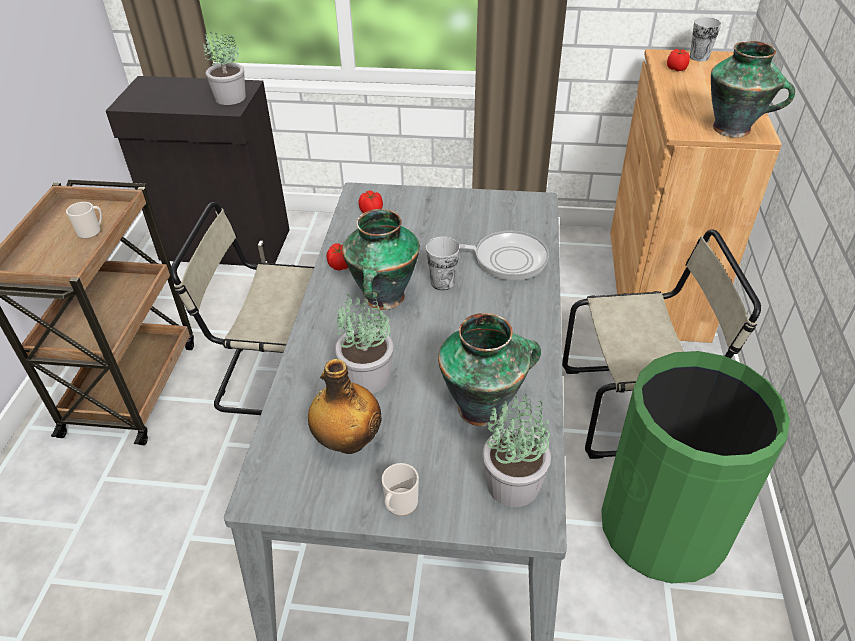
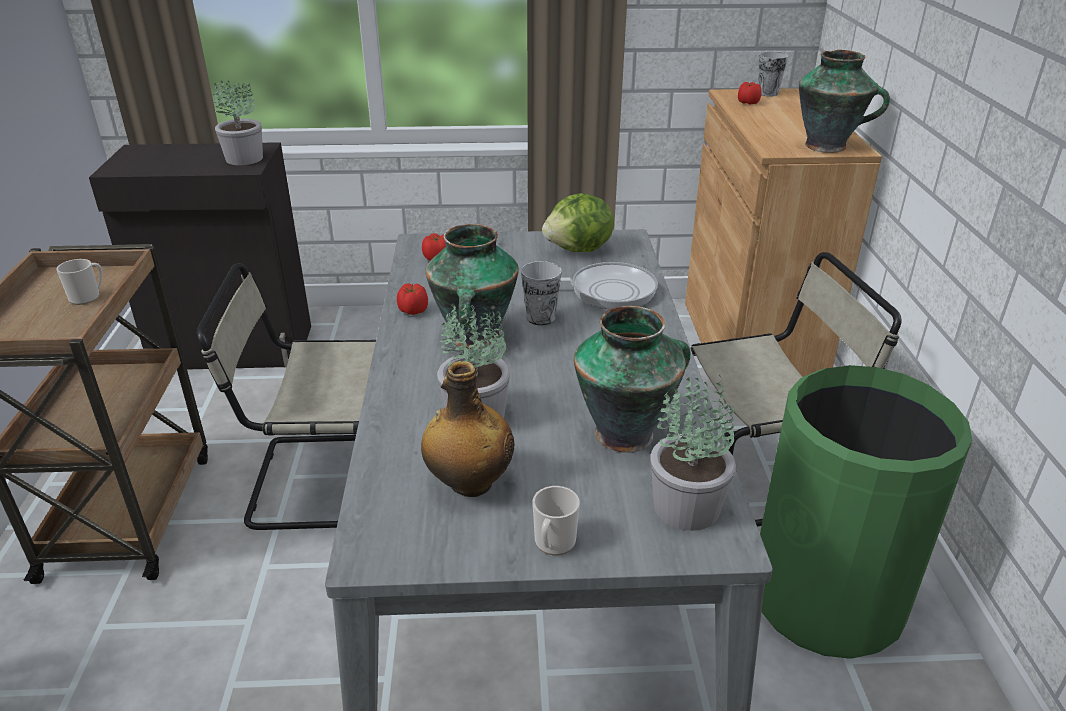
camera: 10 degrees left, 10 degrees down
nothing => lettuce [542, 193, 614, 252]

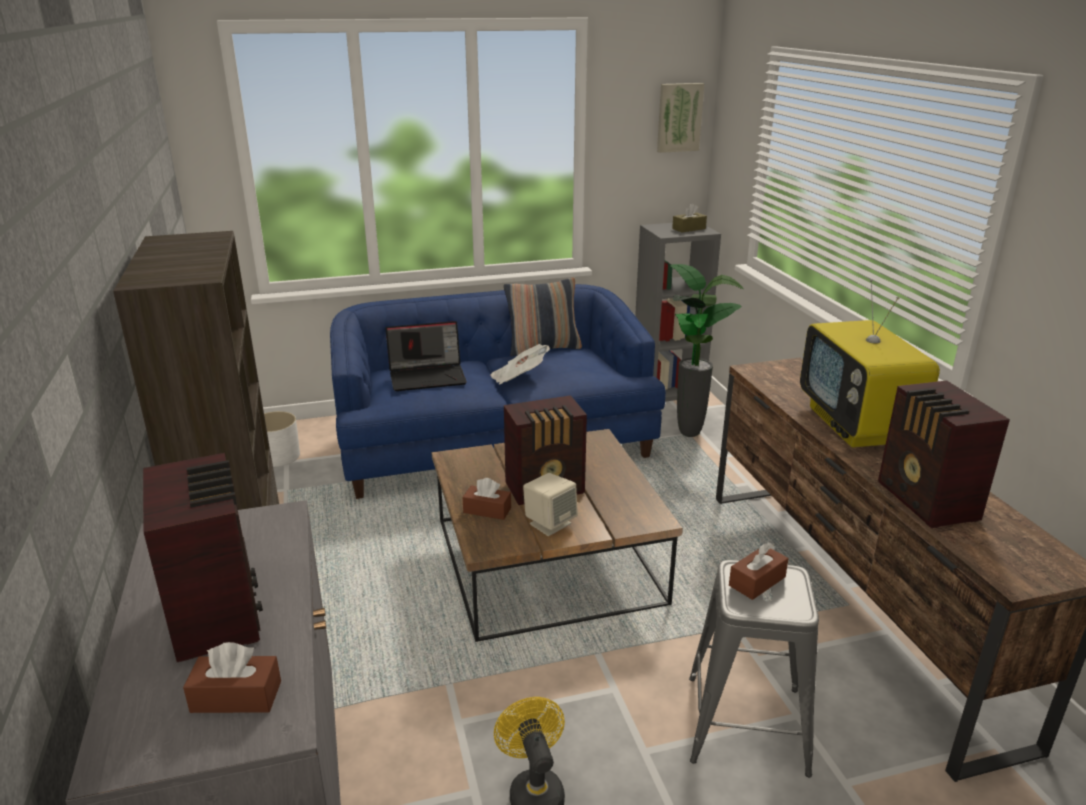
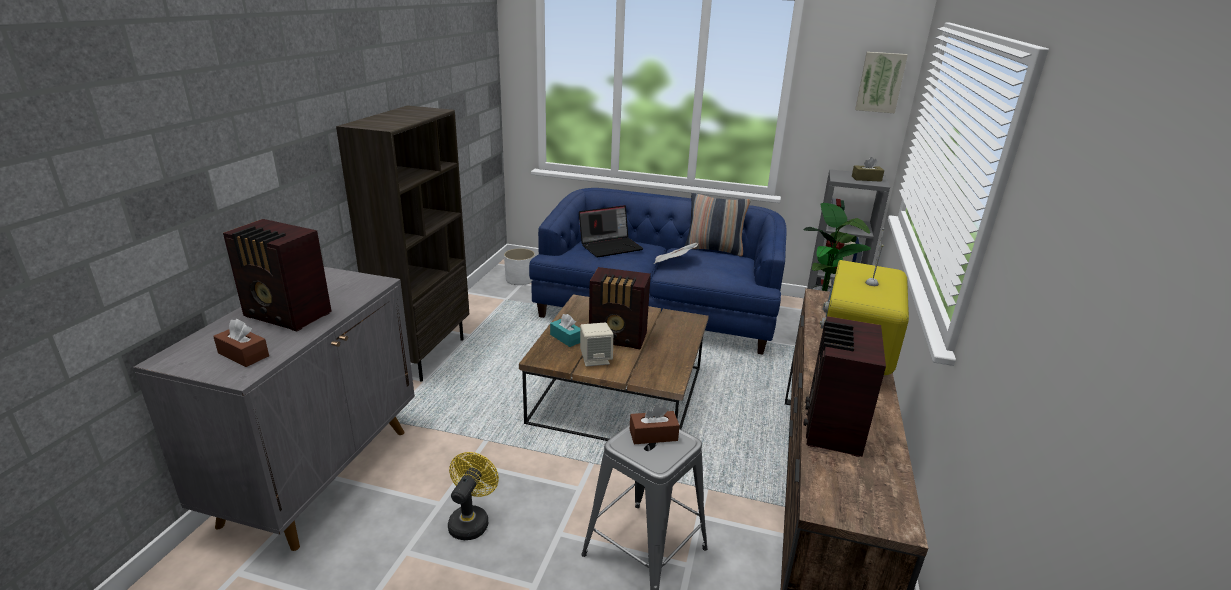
camera: 30 degrees right, 0 degrees up
radio [143, 453, 263, 662] => radio [223, 219, 332, 331], 105 degrees clockwise
brown tissue box [463, 478, 511, 520] => turquoise tissue box [550, 314, 580, 347]
laptop [385, 321, 467, 391] => laptop [579, 205, 644, 257], 45 degrees counterclockwise

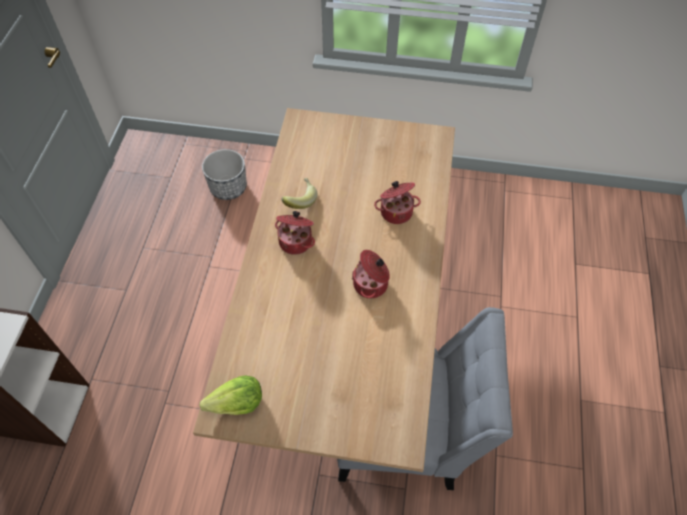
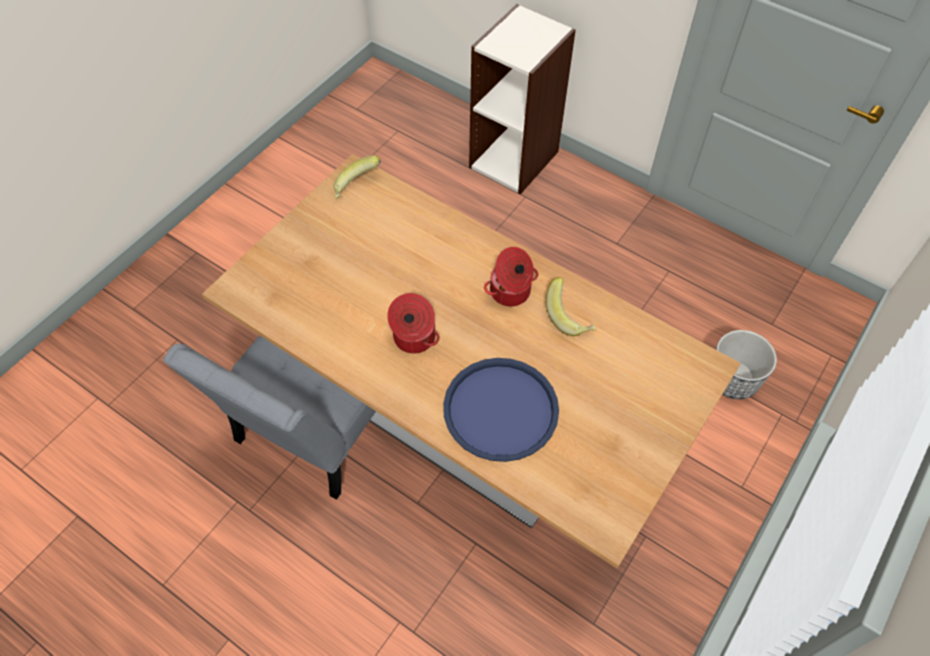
camera: 115 degrees right, 0 degrees up
lettuce [200, 375, 262, 415] => banana [334, 155, 381, 198]
cooking pot [374, 181, 421, 224] => blue tray [443, 358, 559, 462]

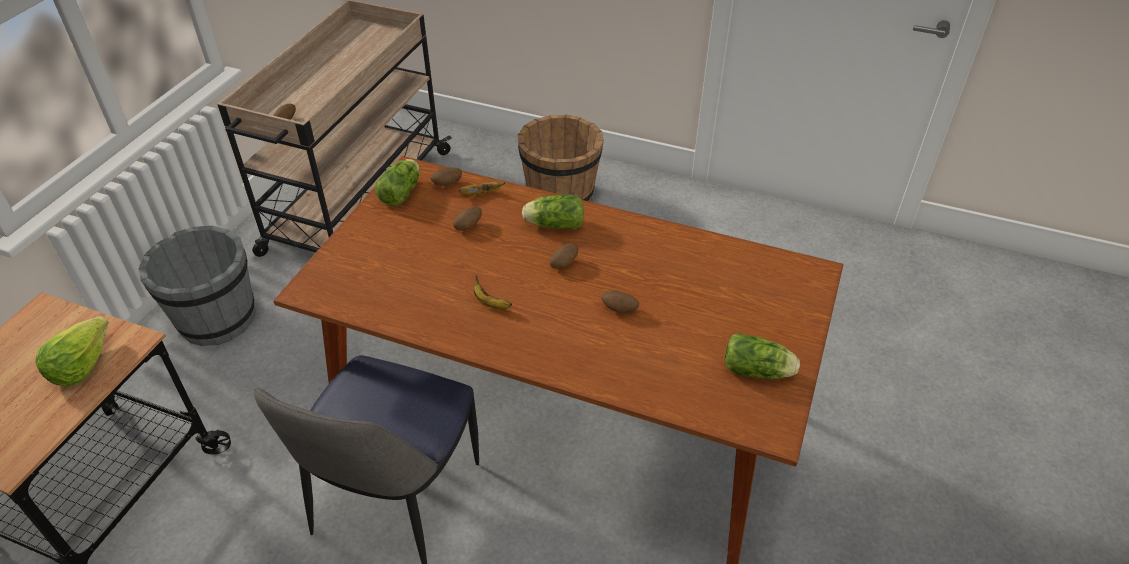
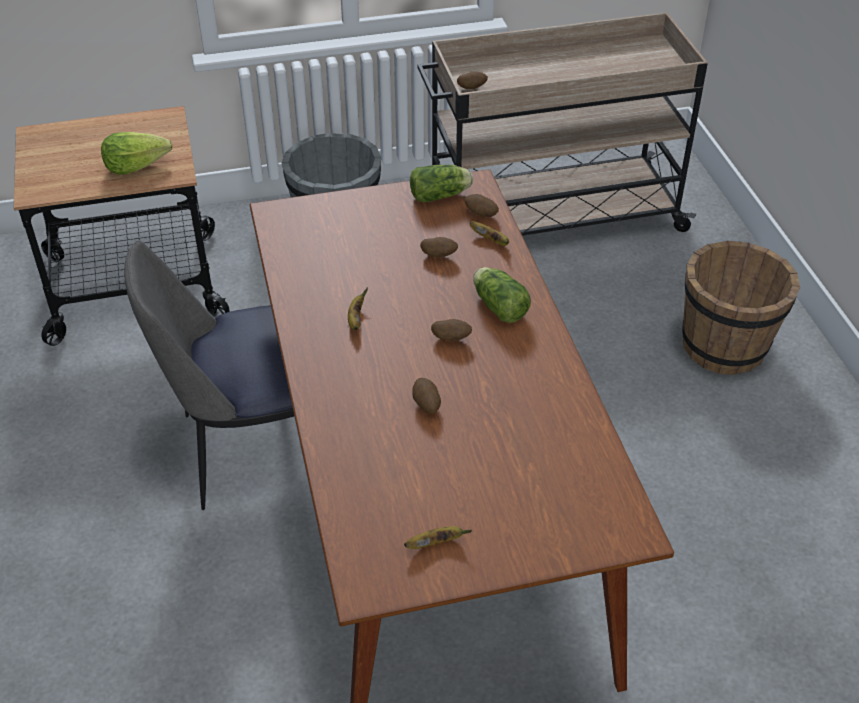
camera: 55 degrees right, 0 degrees up
lettuce [725, 333, 800, 379] => banana [404, 526, 472, 549]

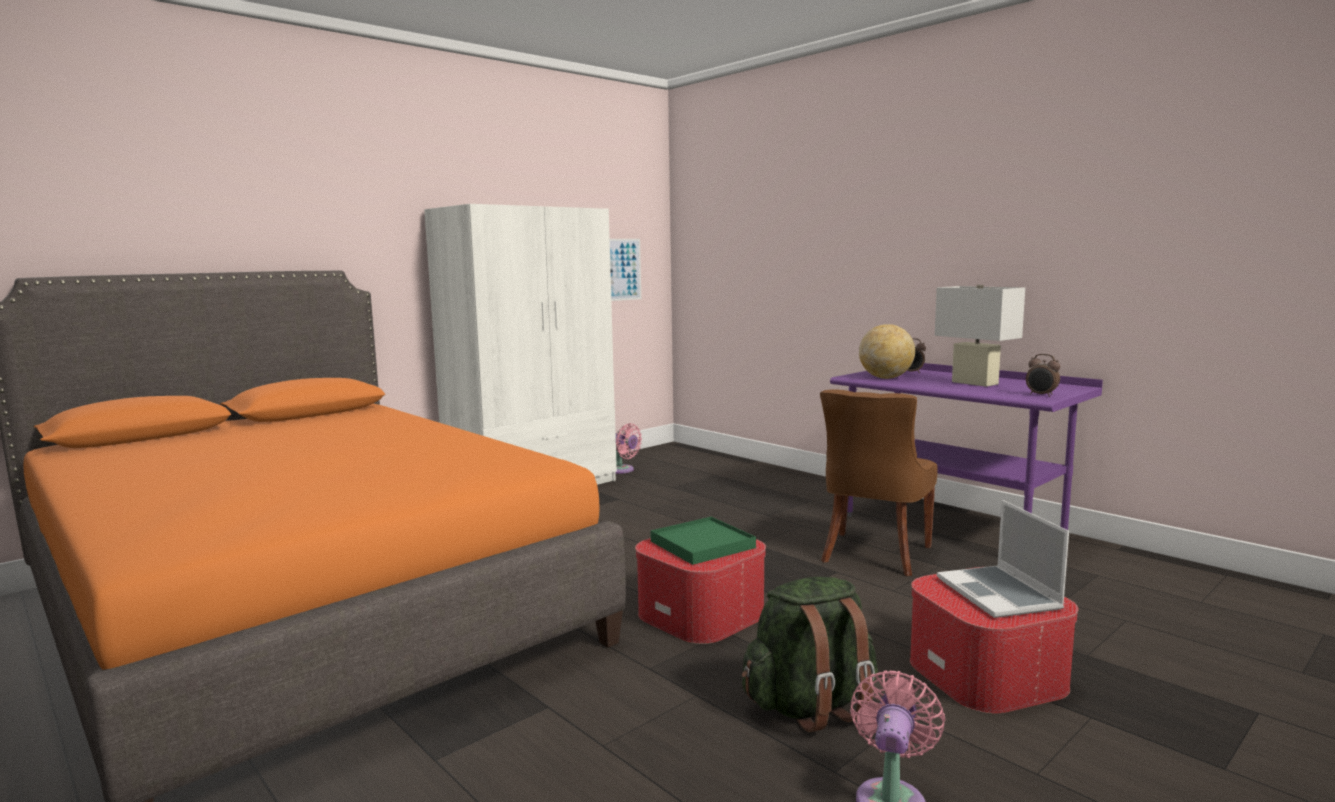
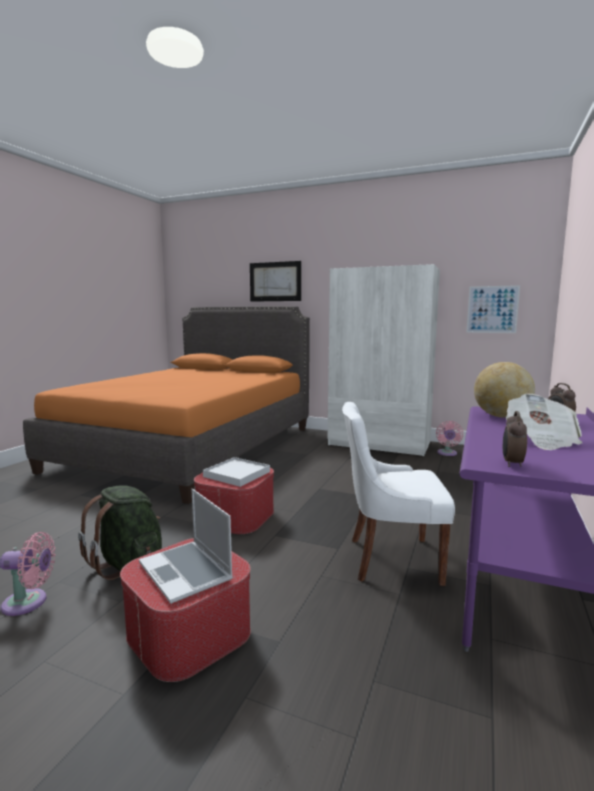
camera: 65 degrees right, 0 degrees up
laptop [937, 500, 1069, 618] => laptop [139, 489, 233, 604], 90 degrees counterclockwise
green tray [651, 517, 756, 565] => white tray [203, 457, 270, 487]
nothing => picture [250, 261, 301, 302]
brown chair [820, 389, 938, 576] => white chair [342, 402, 455, 586]
white table lamp [935, 285, 1025, 387] => newspaper [506, 394, 582, 450]

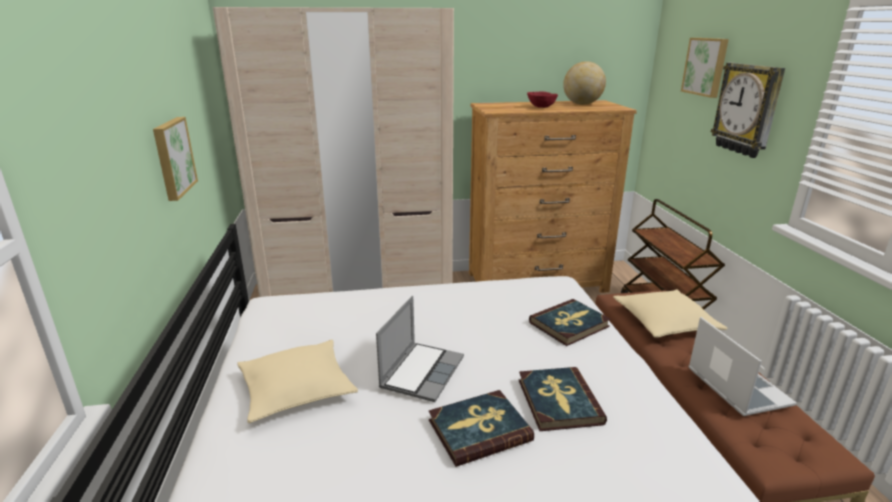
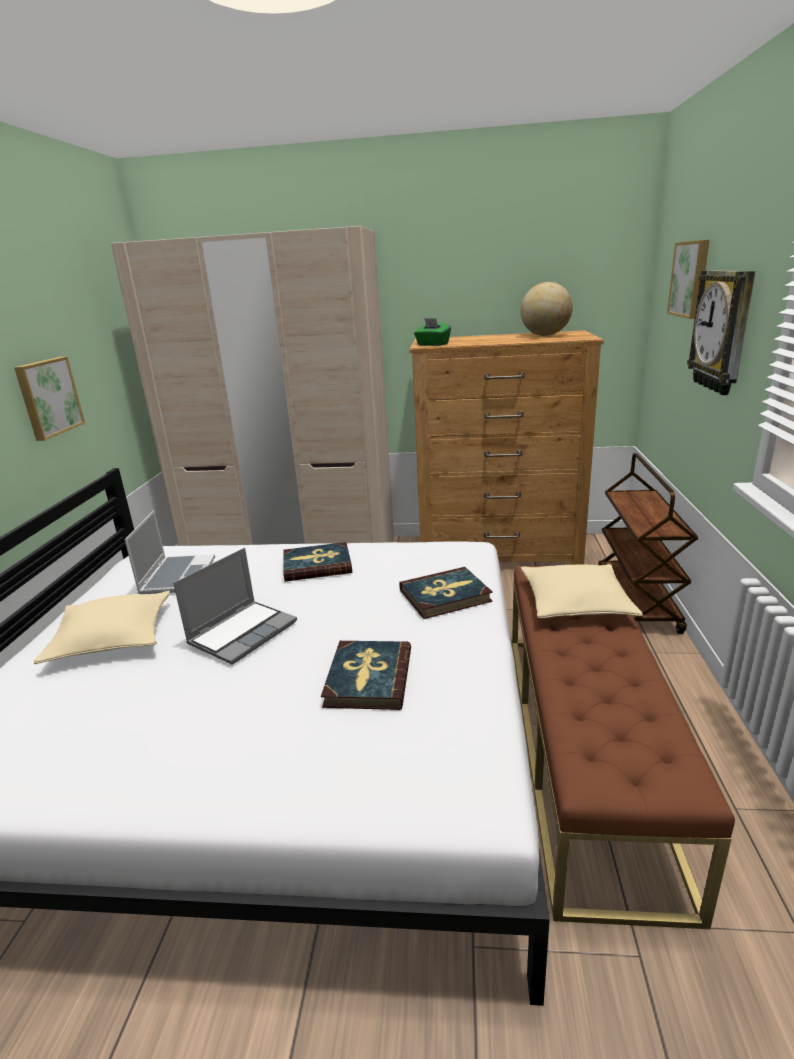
camera: 15 degrees right, 0 degrees up
laptop [688, 317, 797, 416] => laptop [125, 510, 215, 594], moved
book [428, 390, 534, 467] => book [283, 542, 352, 582], moved
nothing => green tissue box [414, 318, 451, 346]
red bowl [527, 91, 558, 108] => nothing

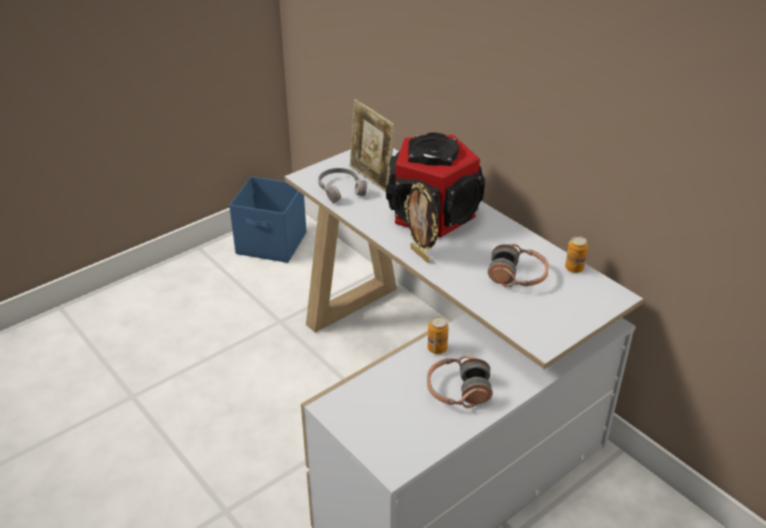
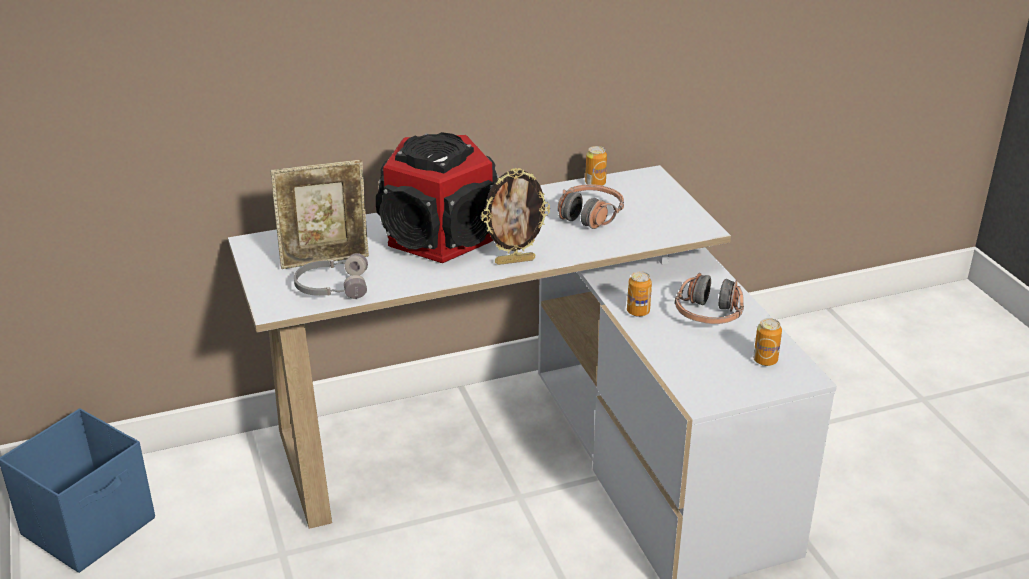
camera: 70 degrees left, 5 degrees down
nothing => can [753, 318, 782, 366]

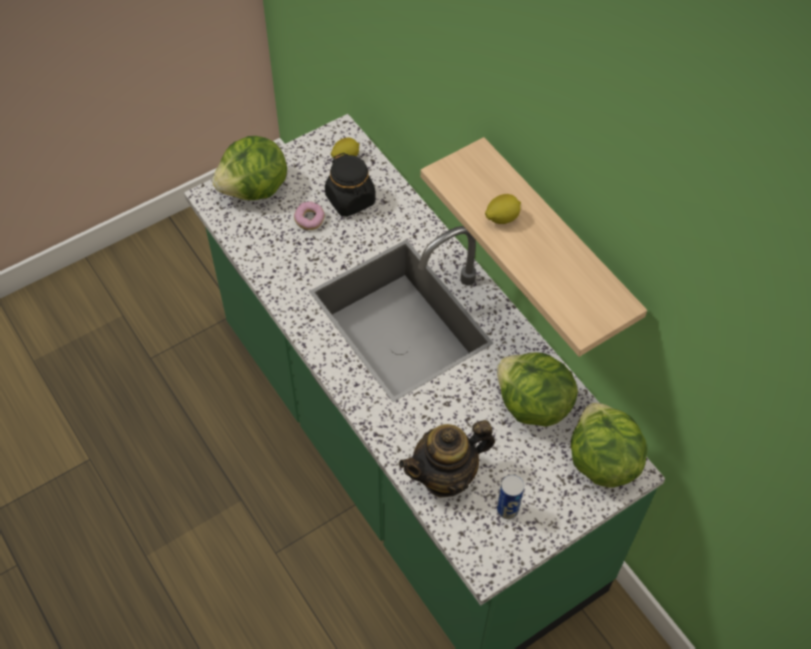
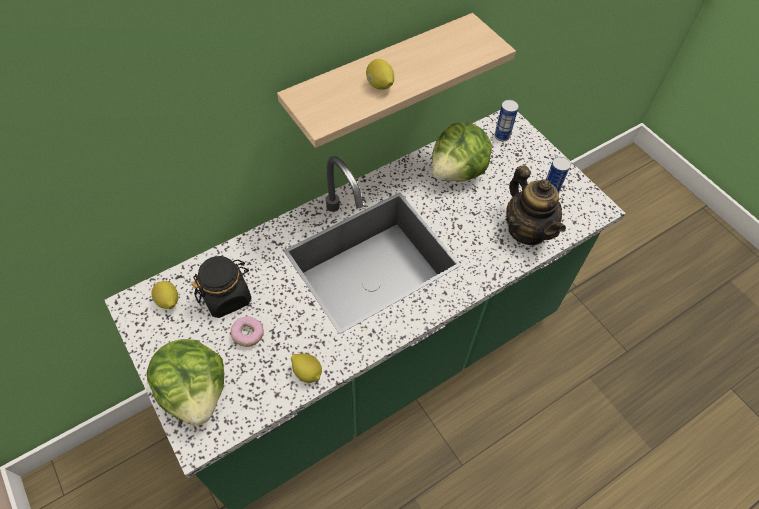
camera: 90 degrees left, 0 degrees up
nothing => lemon [291, 354, 322, 383]
lettuce [571, 402, 647, 487] => can [494, 100, 519, 142]

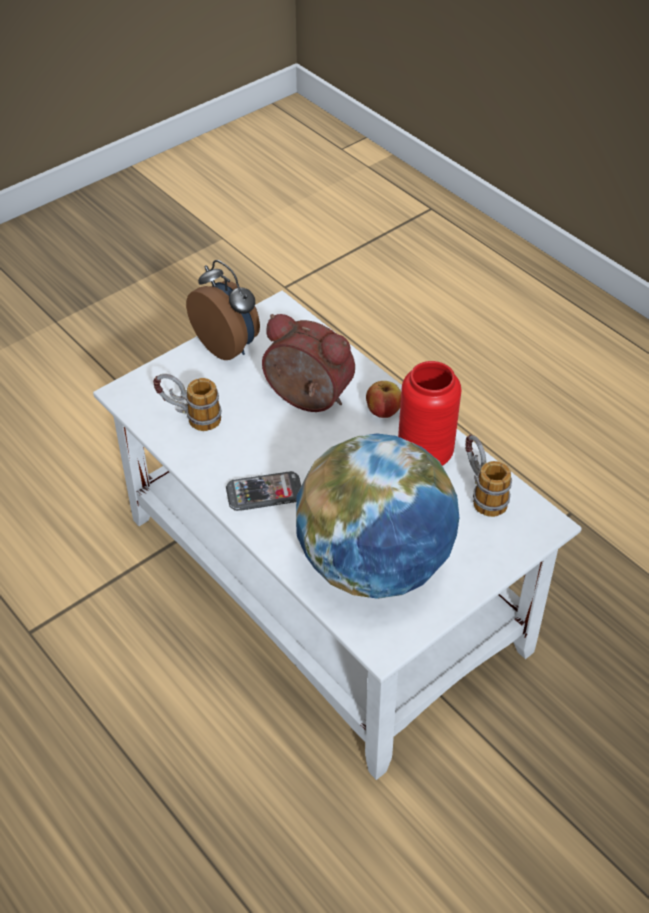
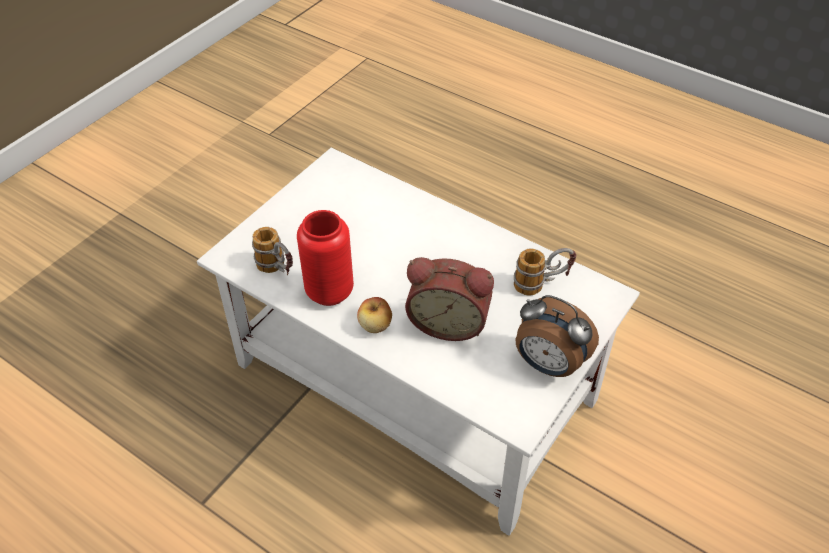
camera: 165 degrees right, 0 degrees up
phone [226, 471, 301, 511] => nothing
globe [296, 434, 459, 599] => nothing

